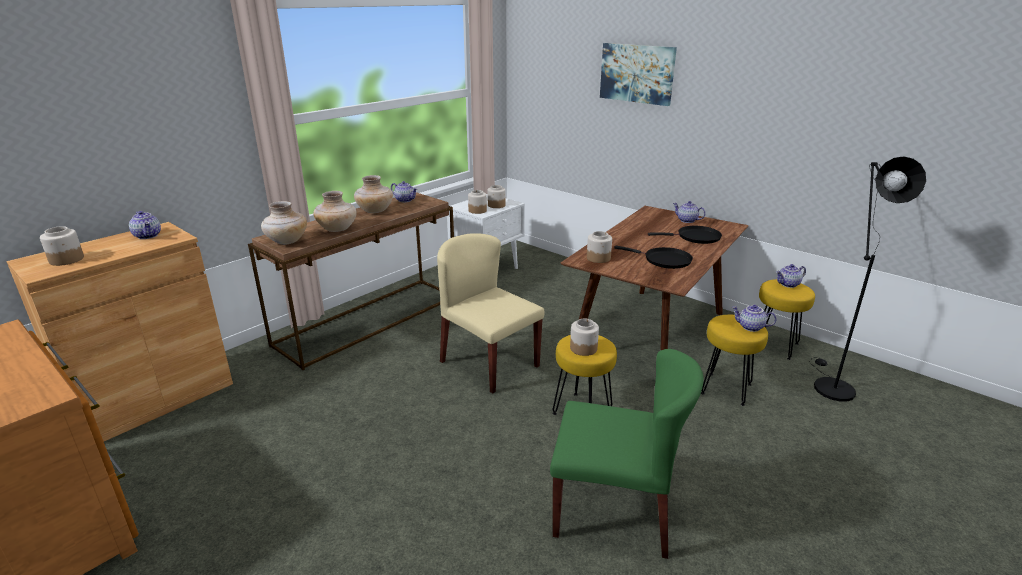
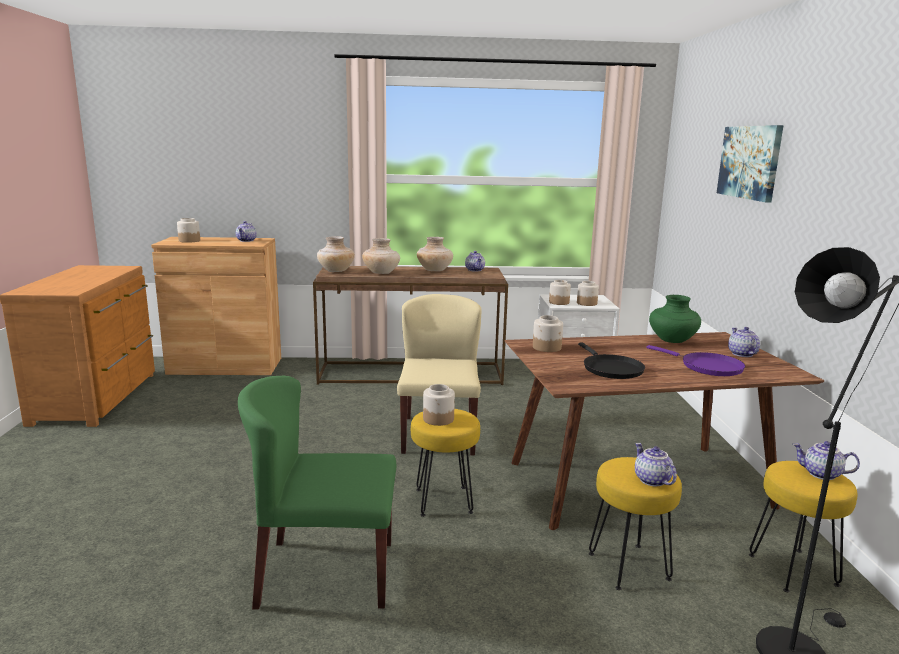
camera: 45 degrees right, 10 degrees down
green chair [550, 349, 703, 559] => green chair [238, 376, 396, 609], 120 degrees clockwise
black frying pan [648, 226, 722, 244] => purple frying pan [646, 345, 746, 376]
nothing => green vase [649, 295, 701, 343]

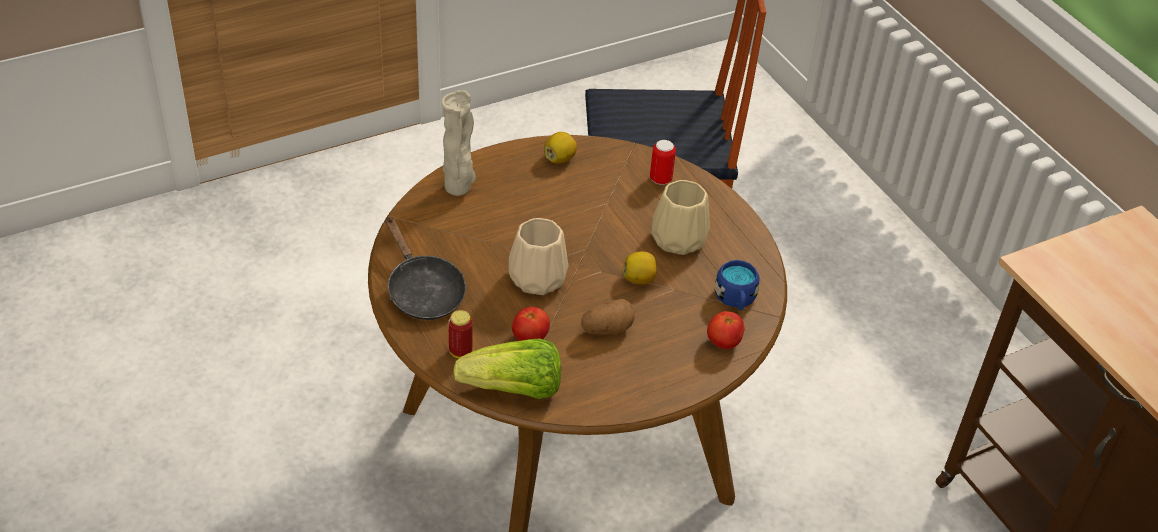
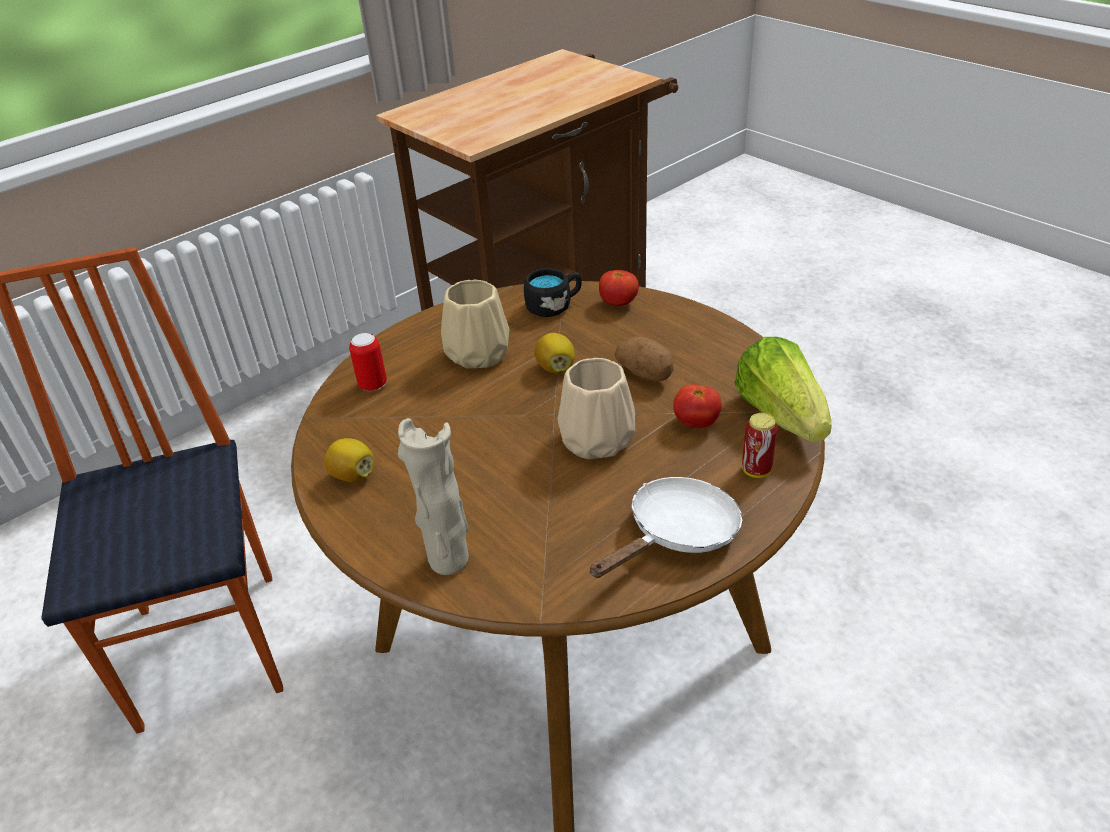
camera: 100 degrees left, 5 degrees down
blue mug [715, 260, 759, 310] => black mug [524, 268, 582, 317]
black frying pan [385, 217, 466, 320] => white frying pan [589, 477, 742, 578]

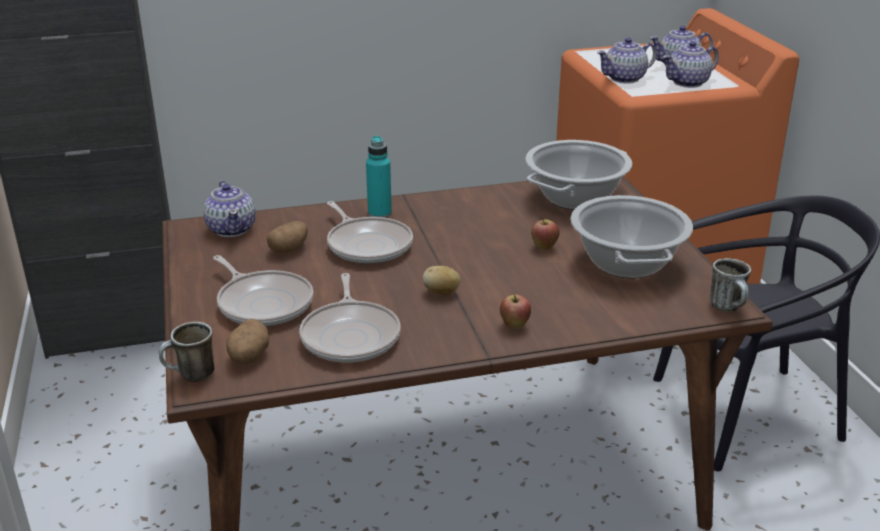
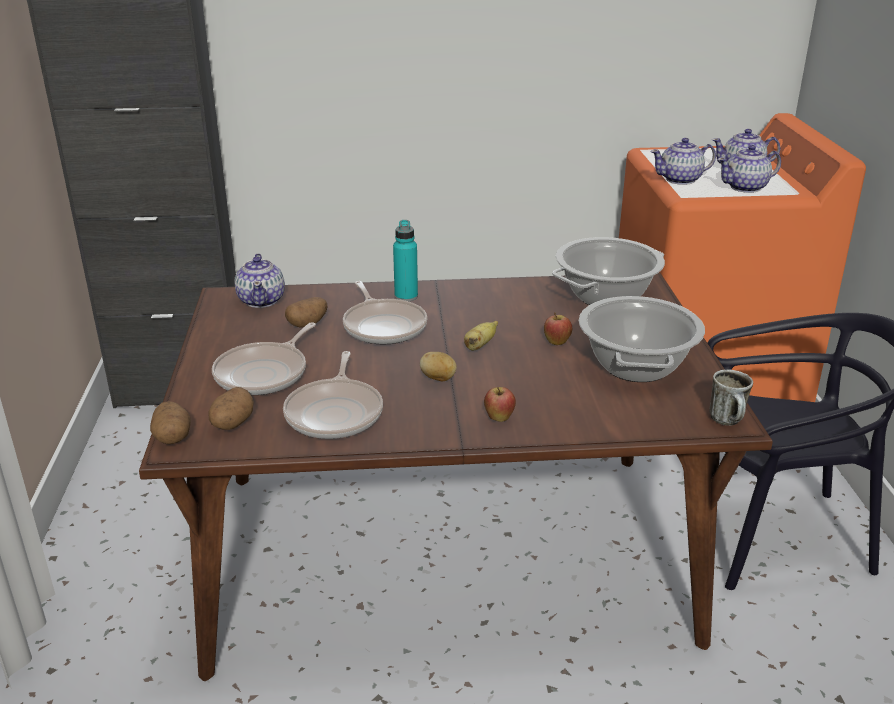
camera: 10 degrees right, 0 degrees up
mug [159, 322, 215, 382] => potato [150, 401, 191, 444]
frying pan [213, 255, 314, 326] => frying pan [212, 322, 316, 395], 60 degrees clockwise
nothing => banana [464, 321, 498, 351]

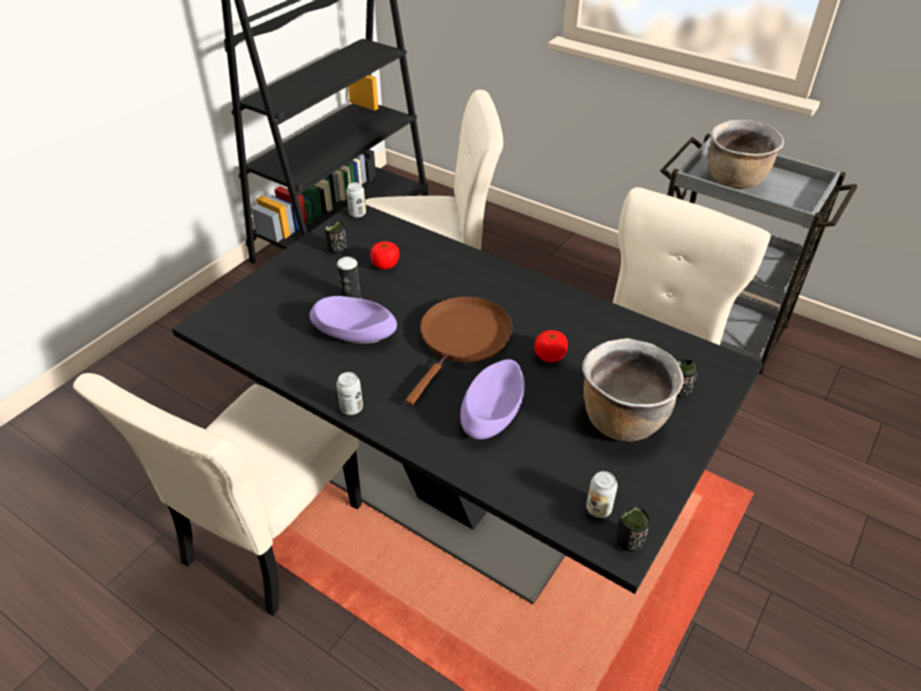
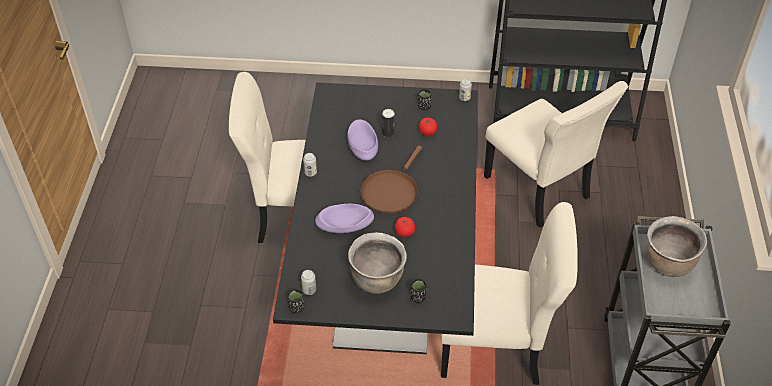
camera: 60 degrees right, 5 degrees up
brown frying pan [405, 296, 513, 405] => brown frying pan [360, 145, 422, 214], 120 degrees clockwise

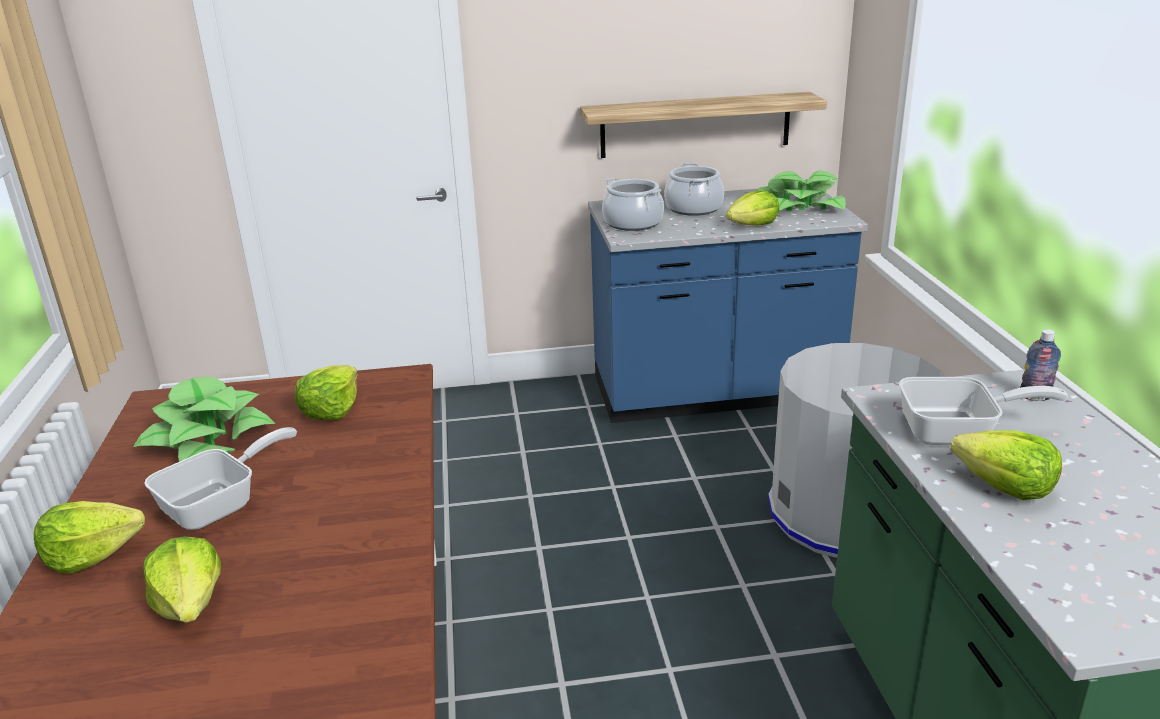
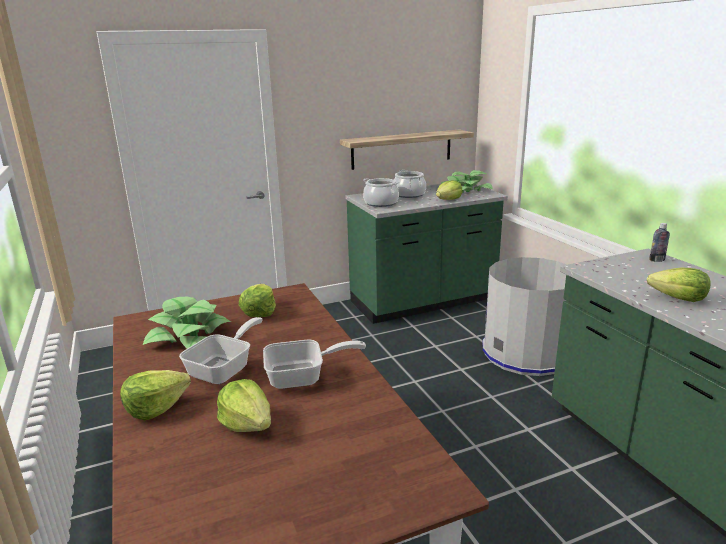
camera: 15 degrees left, 5 degrees down
frying pan [899, 377, 1068, 445] => frying pan [263, 340, 366, 389], moved
blue counter [588, 188, 868, 423] => green counter [345, 184, 508, 324]

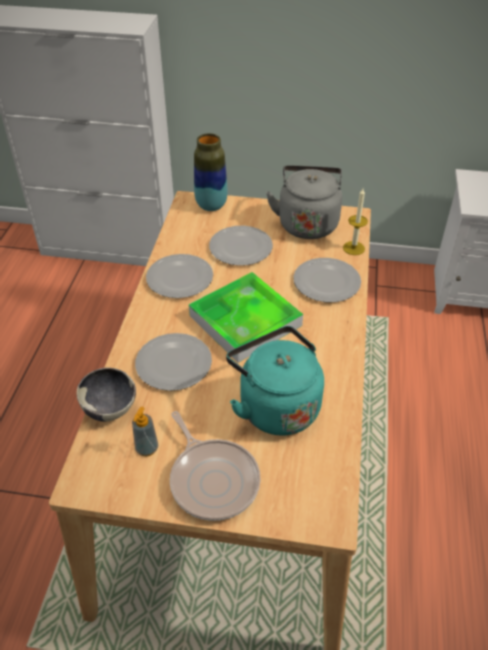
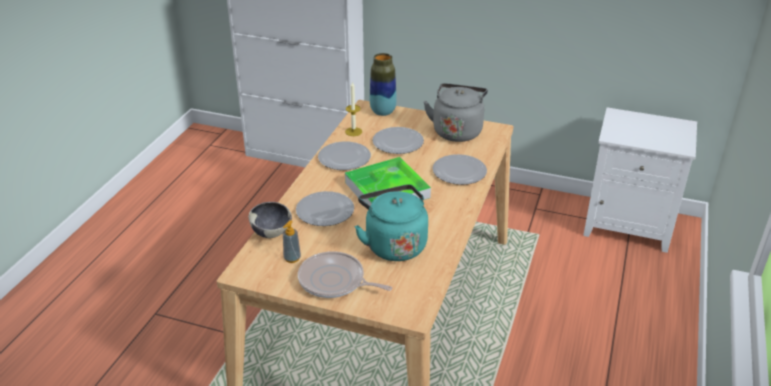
camera: 10 degrees right, 10 degrees down
frying pan [170, 411, 261, 521] => frying pan [298, 251, 392, 298], 135 degrees clockwise
candle [343, 189, 368, 255] => candle [345, 81, 362, 136], moved

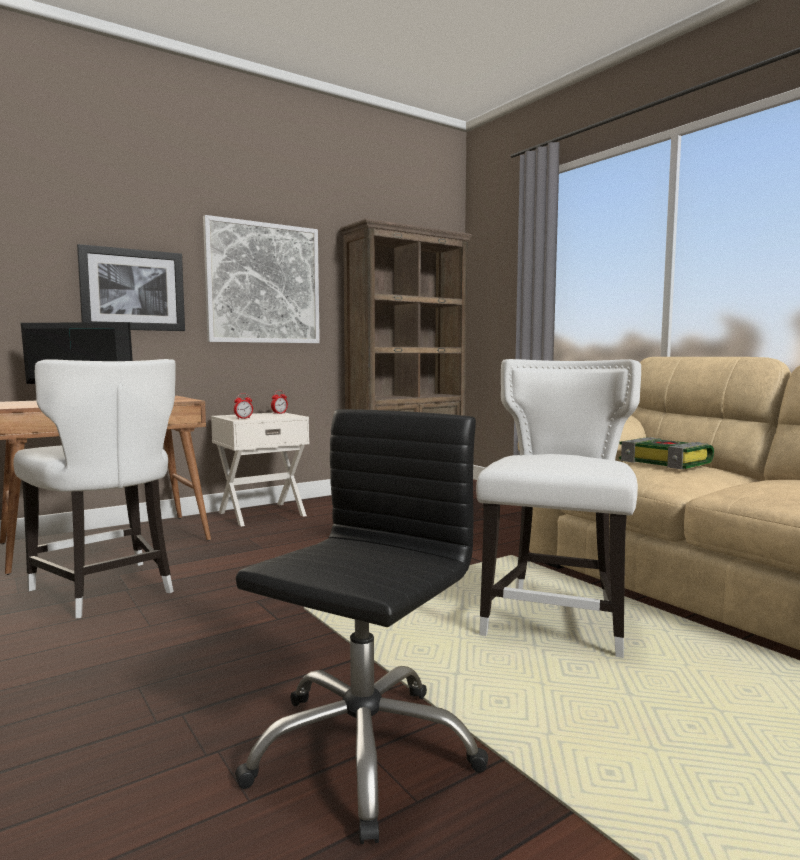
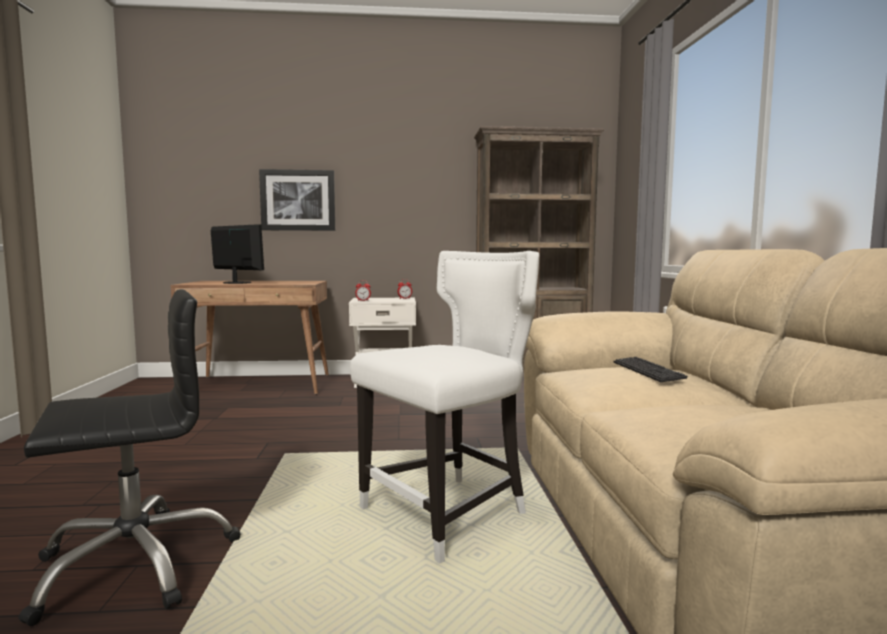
camera: 30 degrees right, 0 degrees up
book [619, 437, 714, 469] => keyboard [614, 357, 688, 382]
white chair [13, 359, 176, 619] => nothing
picture [203, 215, 320, 343] => nothing

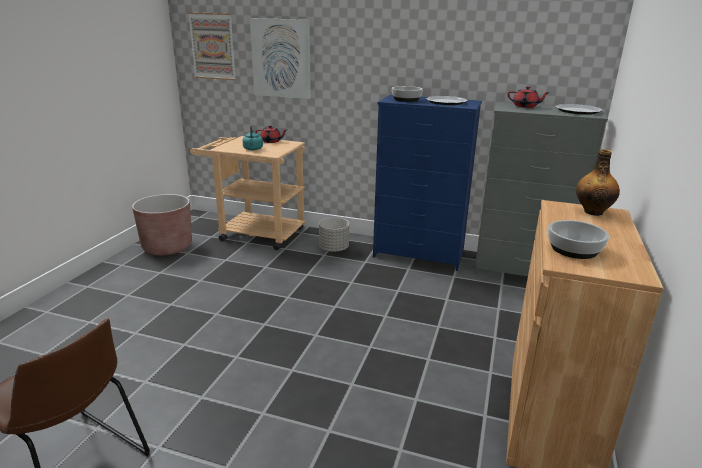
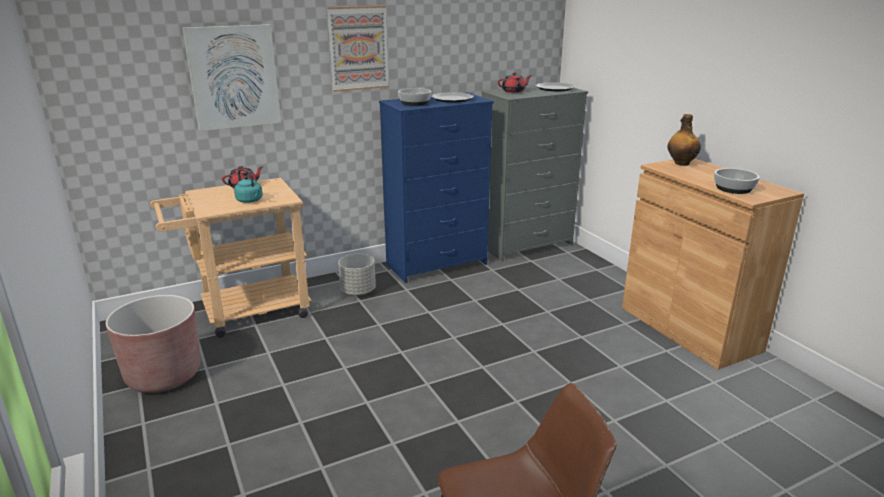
camera: 45 degrees left, 0 degrees up
picture [188, 12, 236, 80] => picture [327, 6, 389, 92], moved

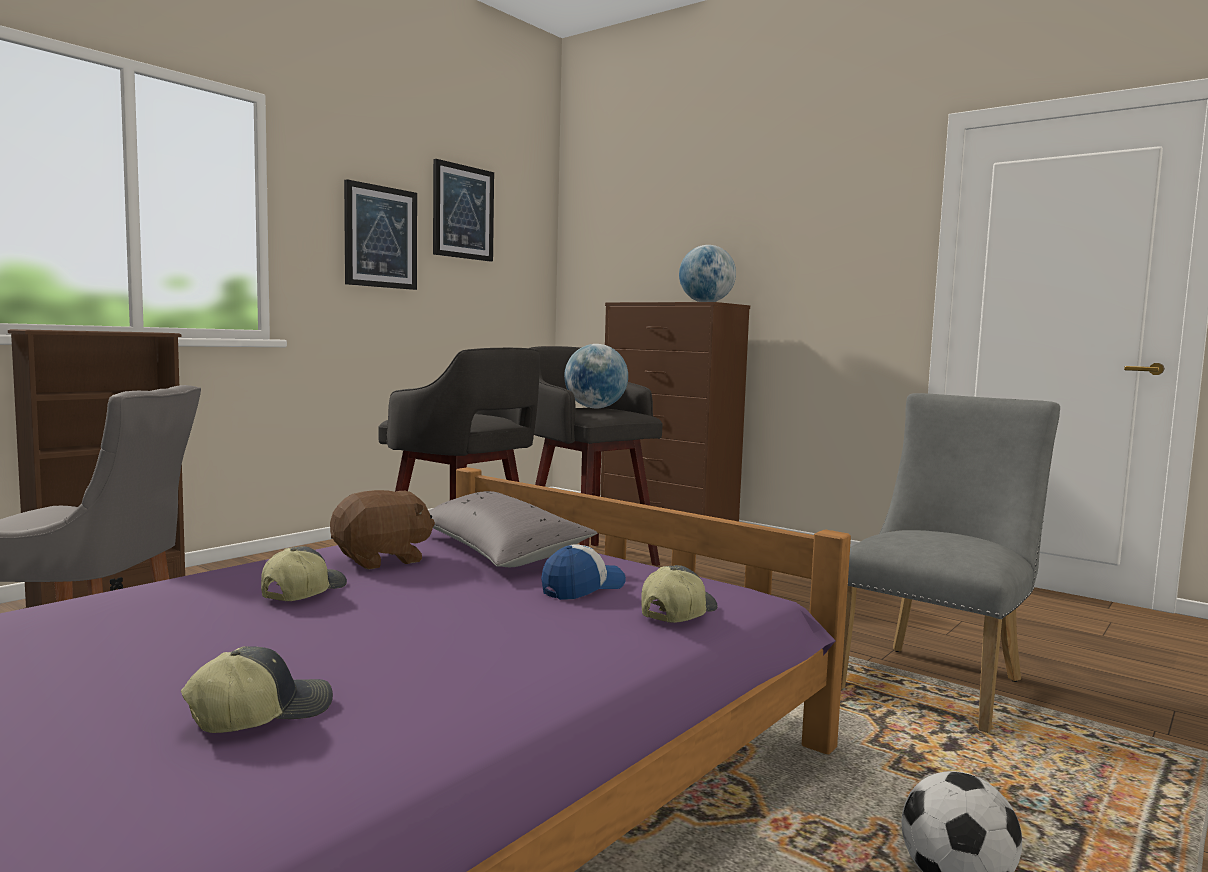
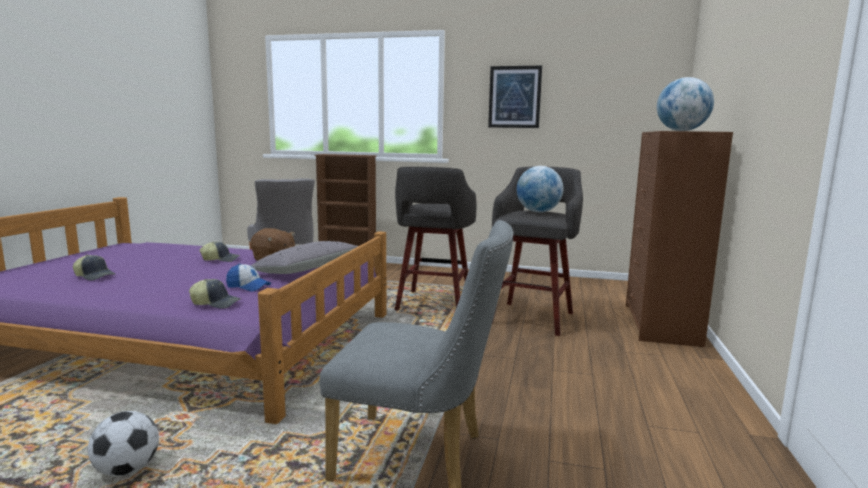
camera: 65 degrees right, 5 degrees up
picture [433, 159, 494, 261] => nothing

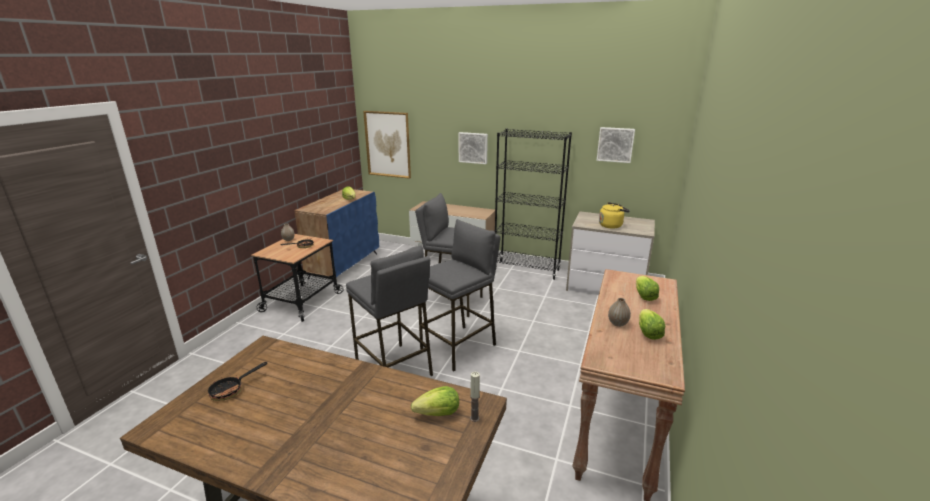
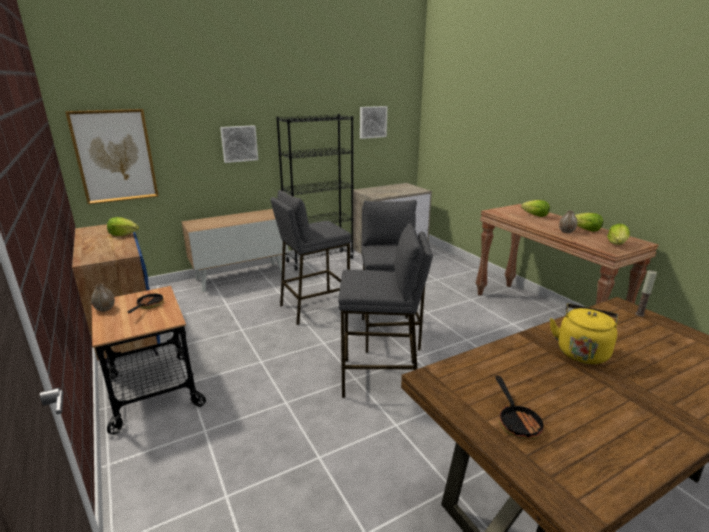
camera: 50 degrees left, 0 degrees up
yellow kettle [599, 202, 630, 228] => yellow kettle [550, 304, 618, 364], moved
lettuce [411, 386, 459, 416] => lettuce [607, 223, 630, 245], moved

